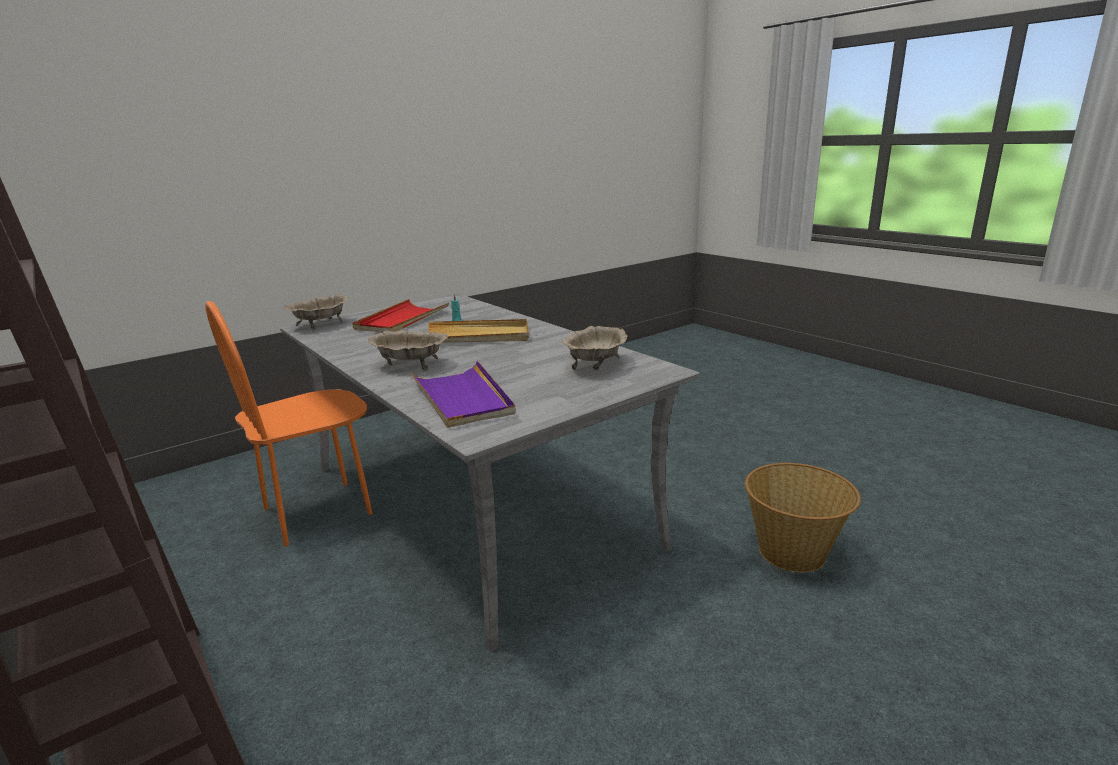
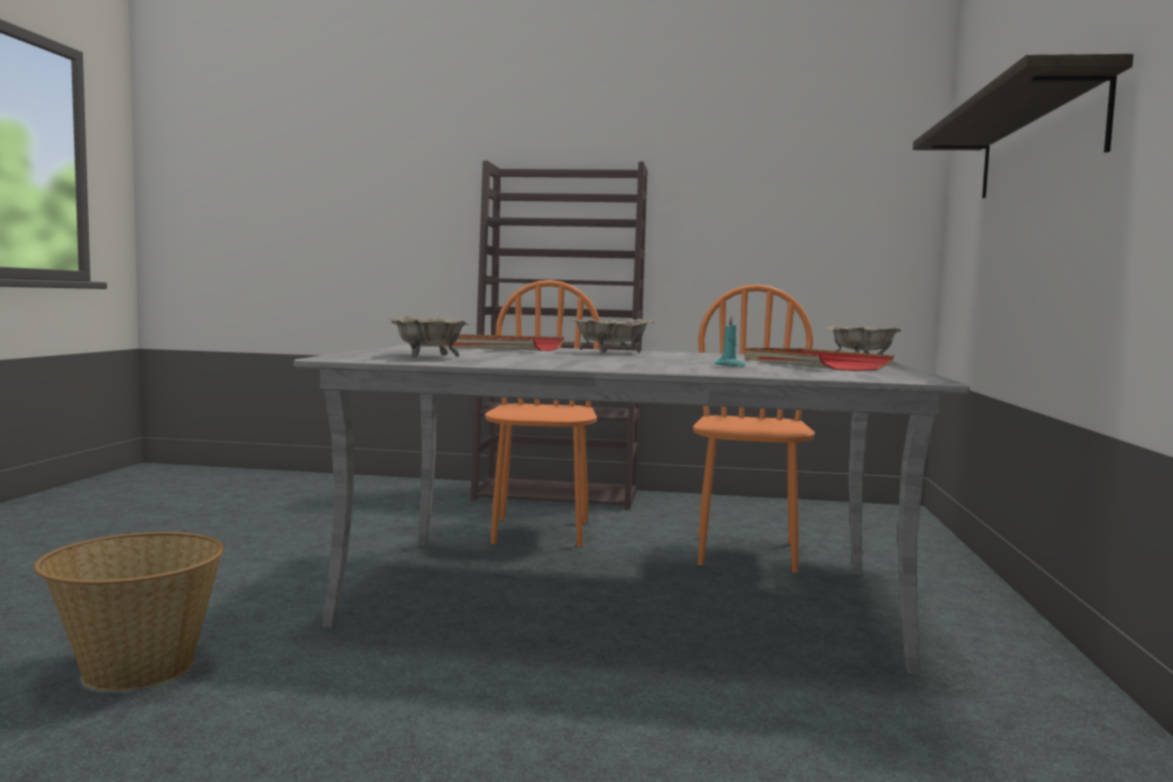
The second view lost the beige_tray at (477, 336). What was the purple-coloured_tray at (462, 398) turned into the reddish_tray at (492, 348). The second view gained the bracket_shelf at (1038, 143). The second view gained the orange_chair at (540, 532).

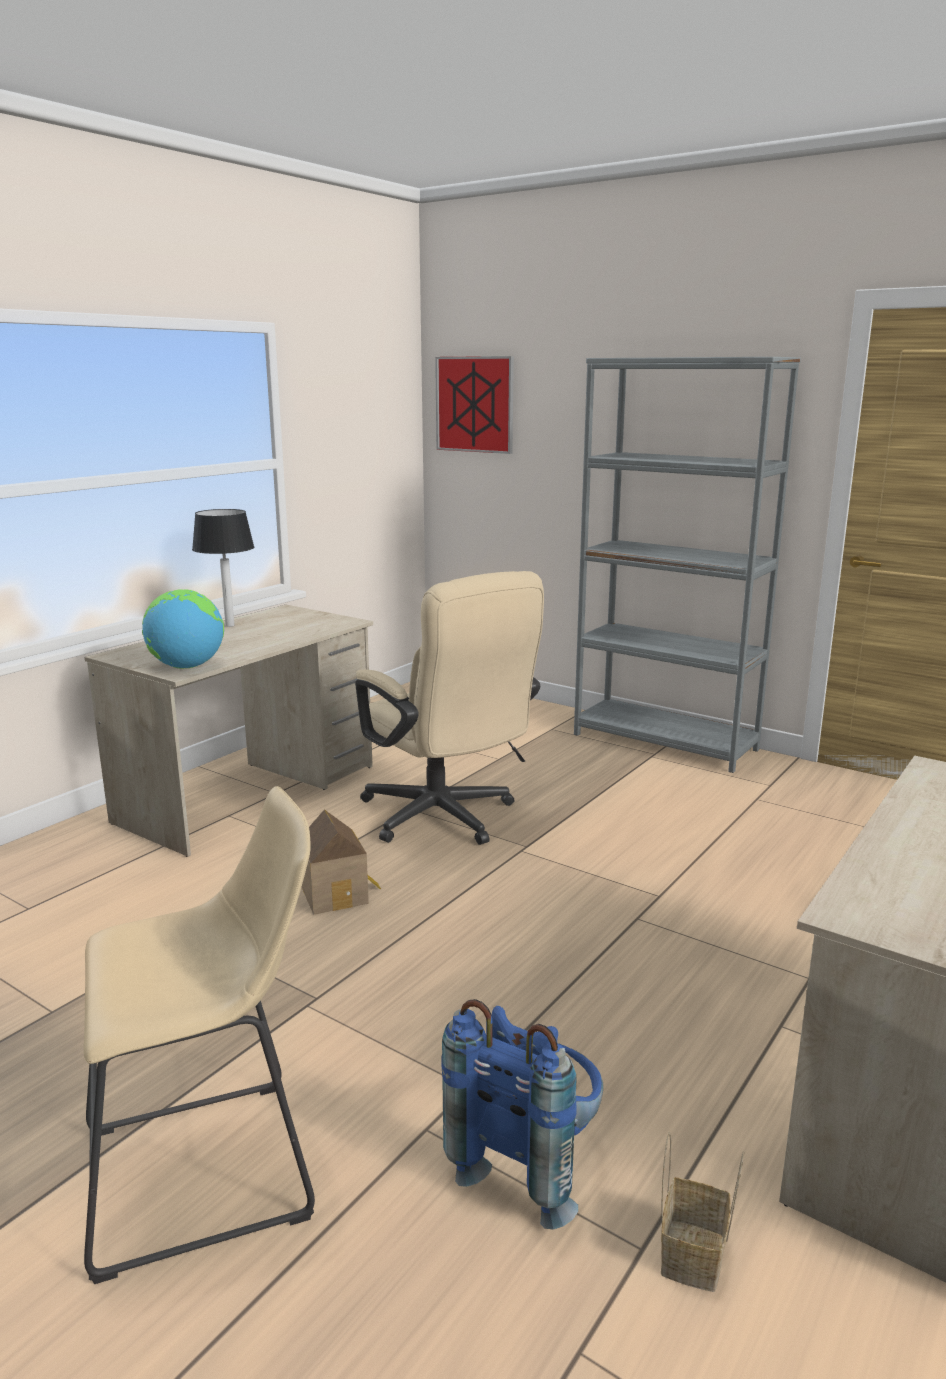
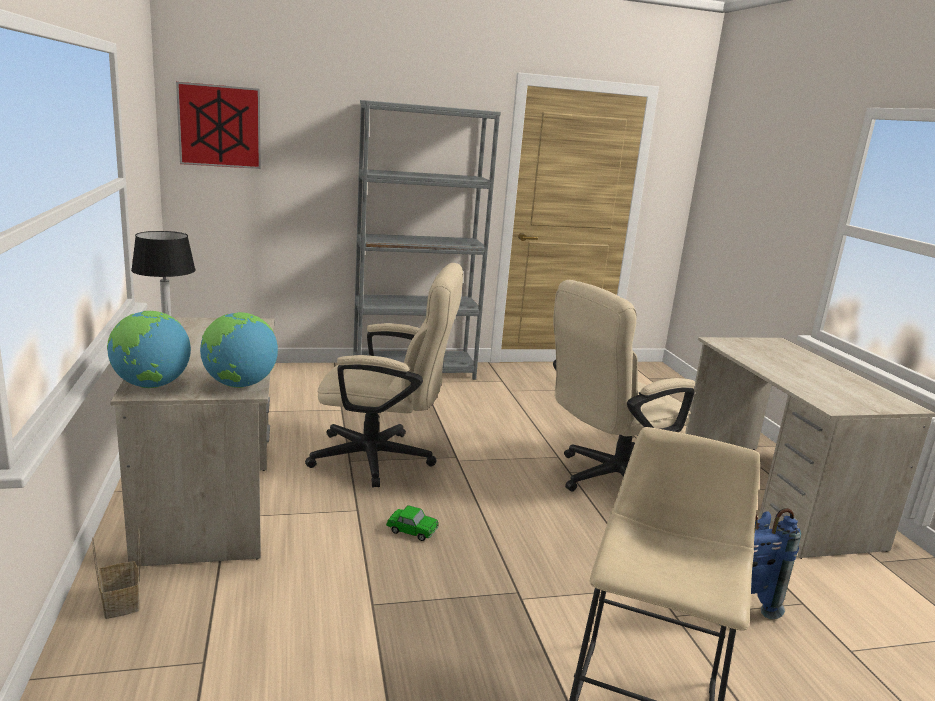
Where the toy_house stood at (338, 894), the model_car came to stand at (412, 531). The household_basket ended up elsewhere, having gone from (693, 1257) to (122, 603). The second view gained the beige_office_chair at (607, 480). The second view gained the globe at (151, 385).

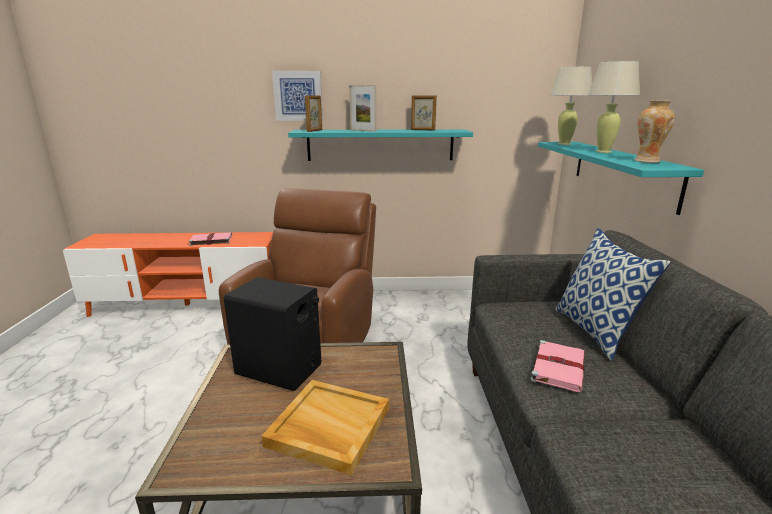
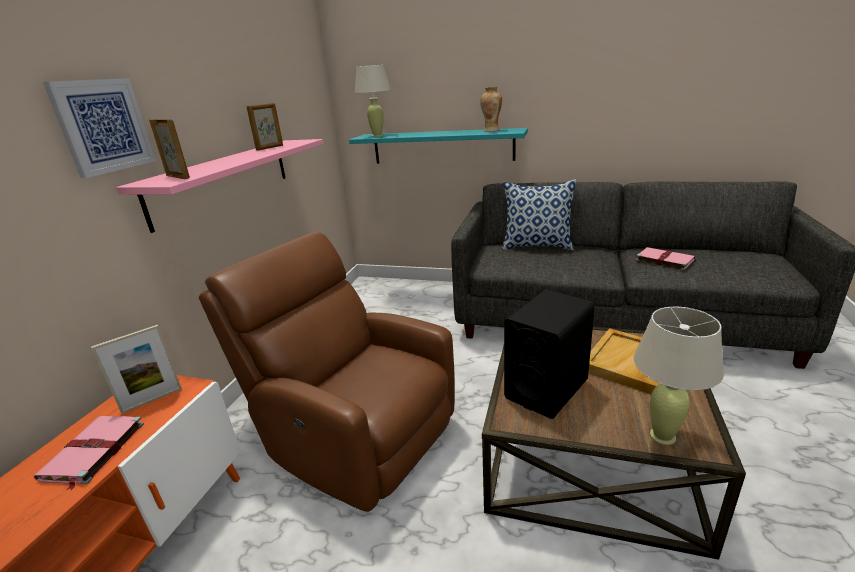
The beige_lamp_for_a_table ended up elsewhere, having gone from (603, 152) to (662, 436). The picture_frame ended up elsewhere, having gone from (363, 130) to (152, 400). What was the blue-green_bracket_shelf at (380, 145) turned into the pink-coloured_bracket_shelf at (224, 179). The pink-coloured_book ended up elsewhere, having gone from (558, 367) to (663, 260).

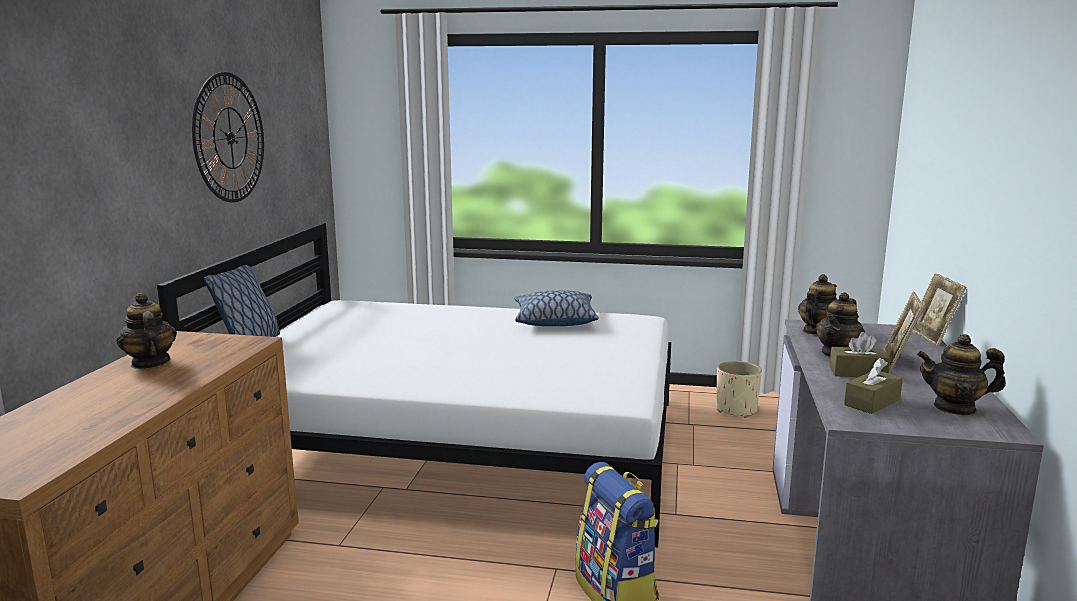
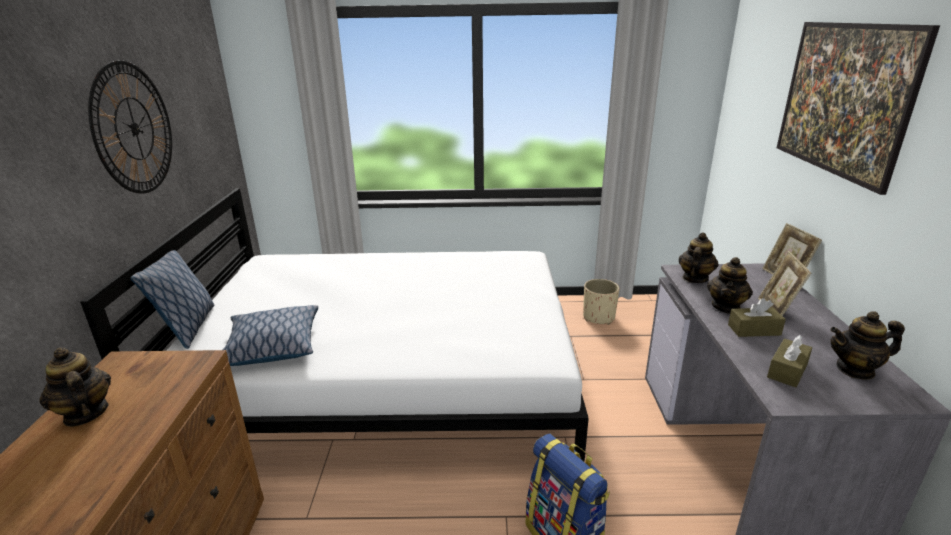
The throw_pillow ended up elsewhere, having gone from (554, 320) to (272, 346). The second view gained the wall_picture at (834, 134).

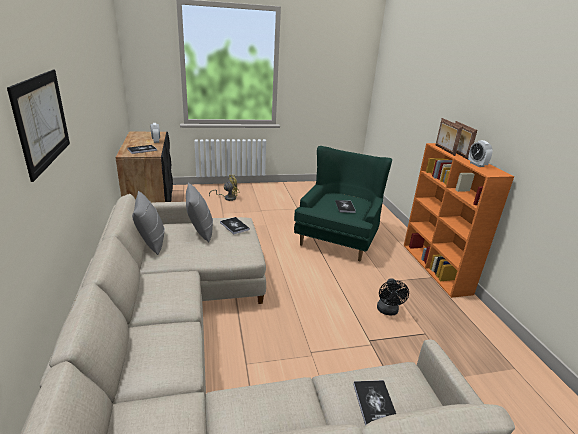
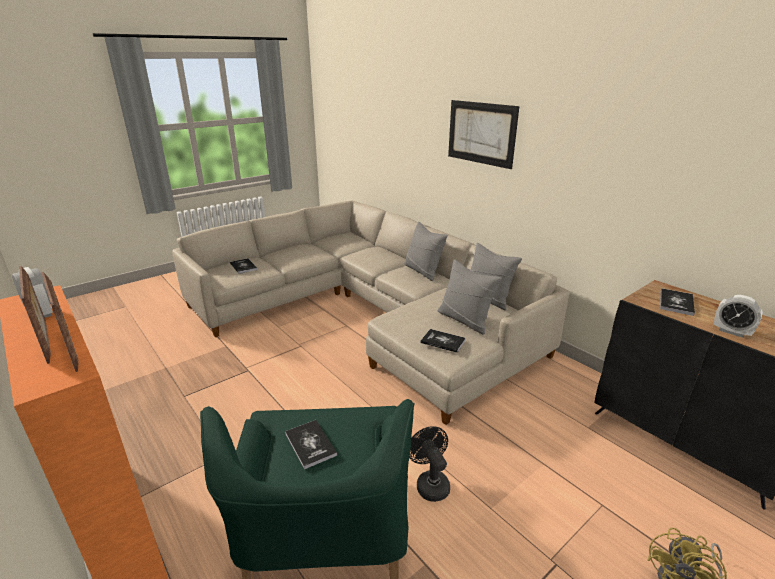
The black-coloured_electric_fan ended up elsewhere, having gone from (388, 311) to (430, 483). The second view gained the gray_throw_pillow at (423, 271).

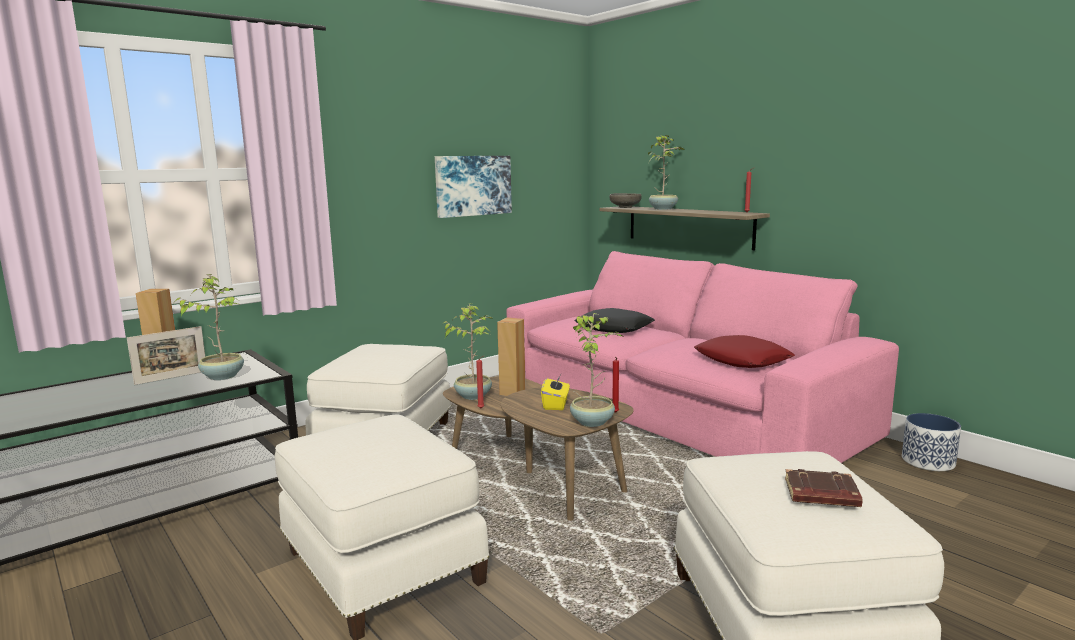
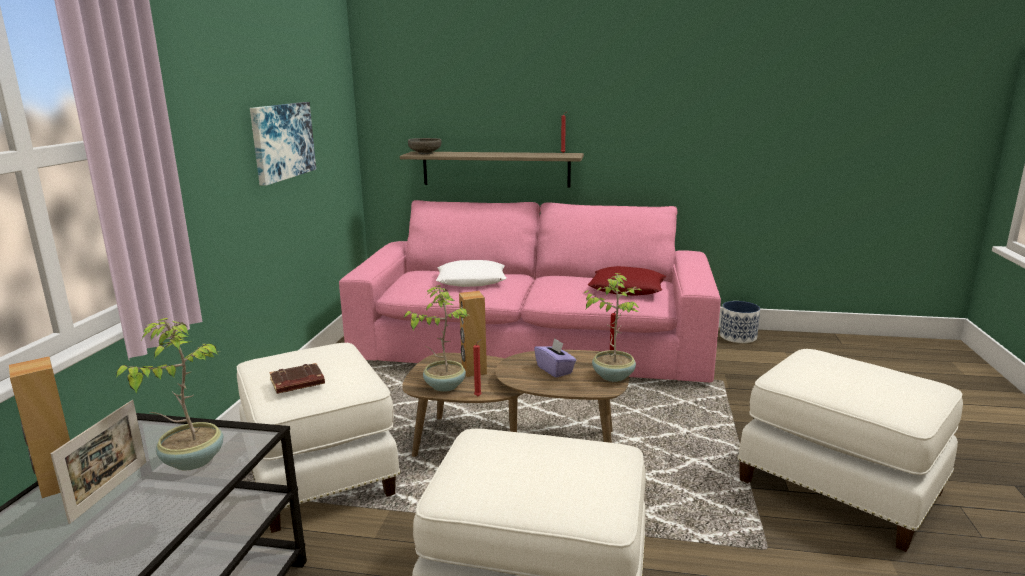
The second view lost the houseplant at (663, 209). What was the black-coloured_throw_pillow at (614, 328) turned into the whitish_throw_pillow at (471, 280). What was the yellowish_tissue_box at (556, 404) turned into the purple-coloured_tissue_box at (555, 370). The brownish_book ended up elsewhere, having gone from (820, 495) to (297, 383).

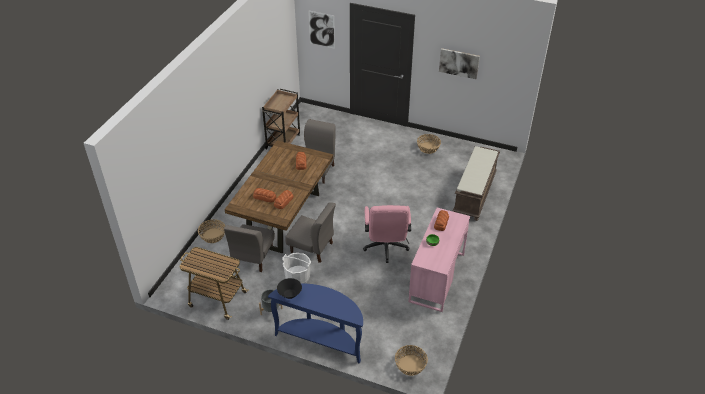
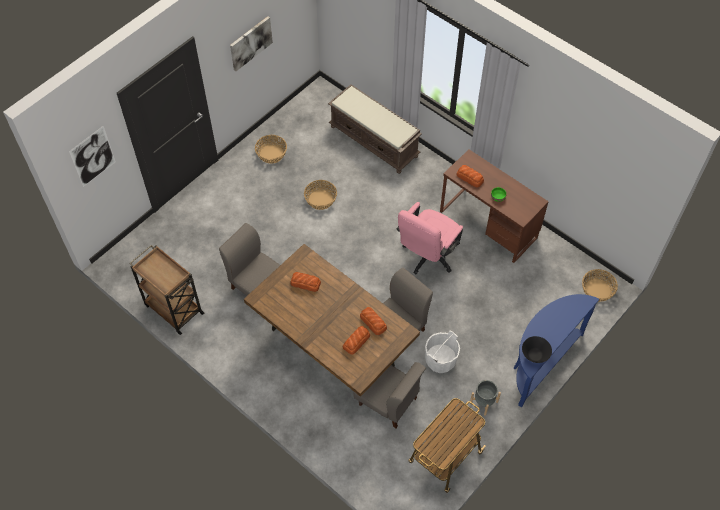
The pink-coloured_office_chair at (386, 248) ended up facing another way, 105 degrees clockwise from before. What was the pink-coloured_desk_table at (436, 277) turned into the brownish_desk_table at (488, 225). The household_basket ended up elsewhere, having gone from (213, 236) to (321, 199).

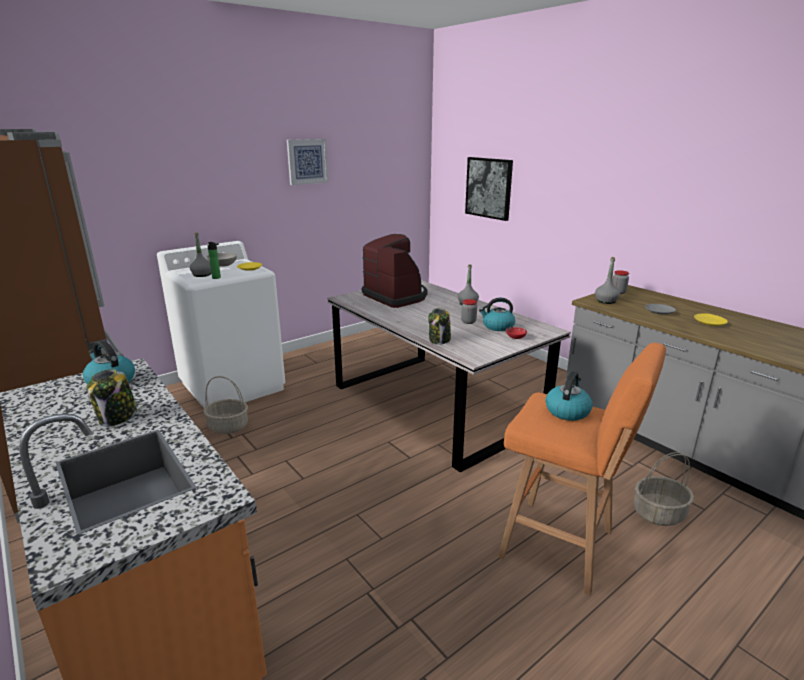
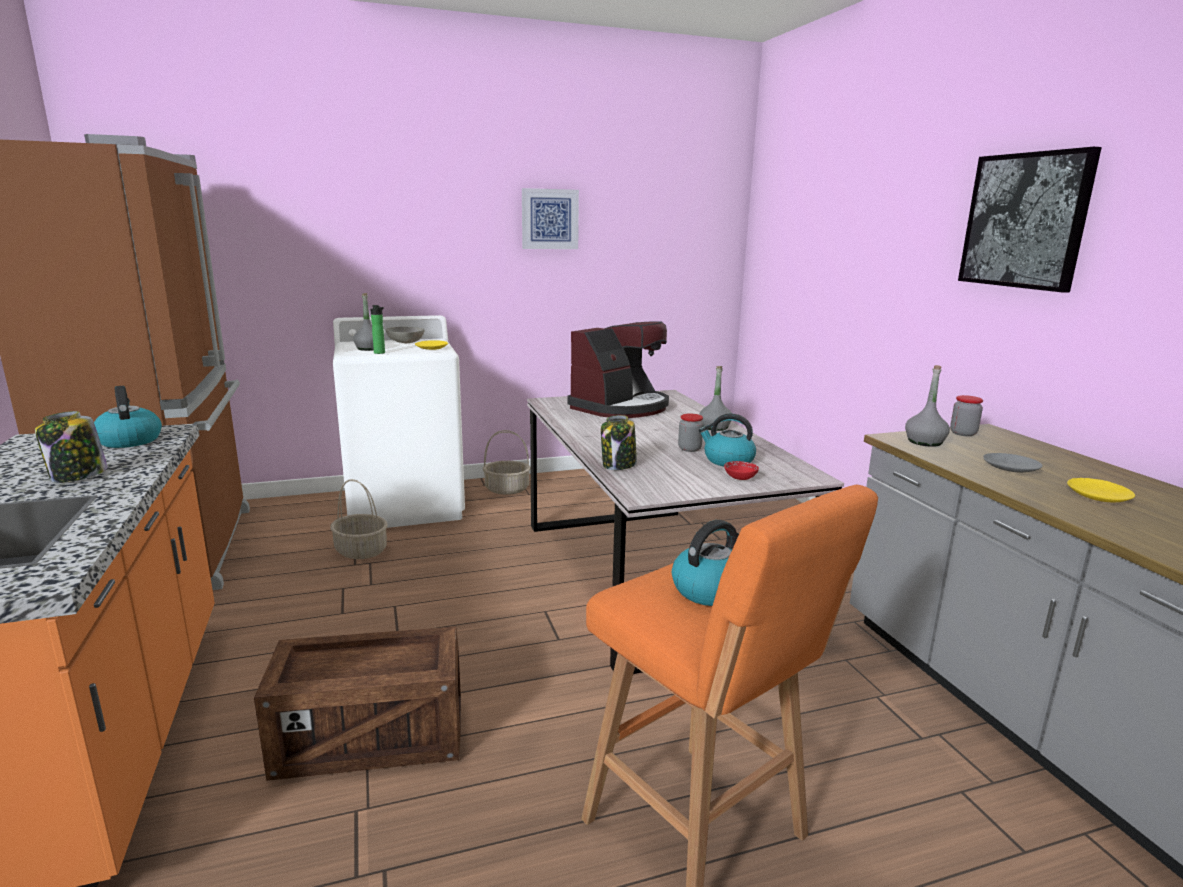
The wall_picture ended up elsewhere, having gone from (489, 188) to (1025, 221). The coffee_machine at (396, 296) ended up facing another way, 60 degrees clockwise from before. The household_basket ended up elsewhere, having gone from (658, 513) to (507, 489). The second view gained the packing_crate at (370, 738).

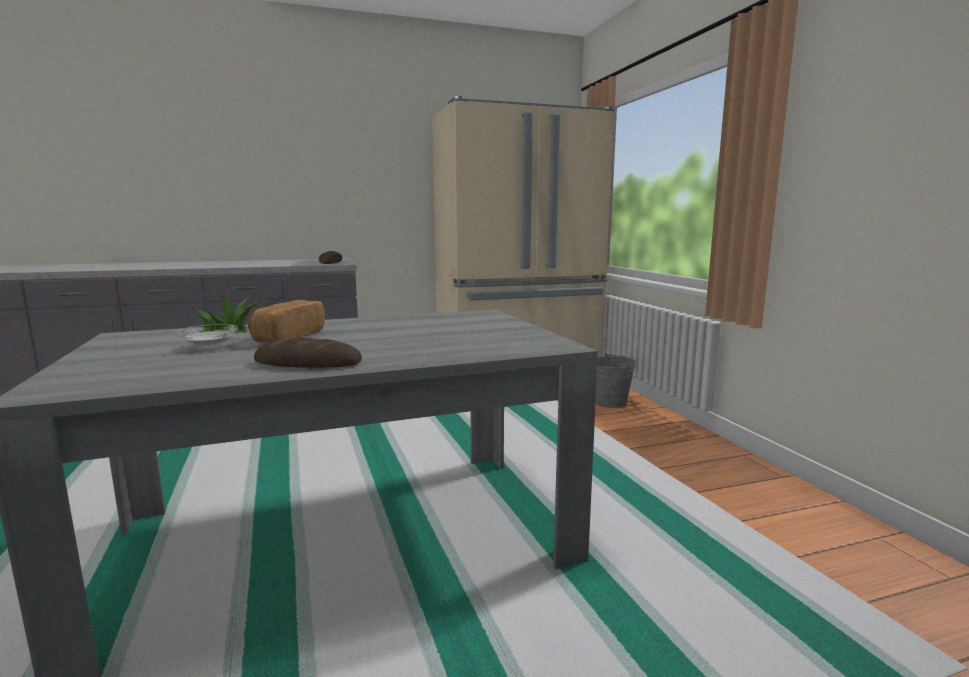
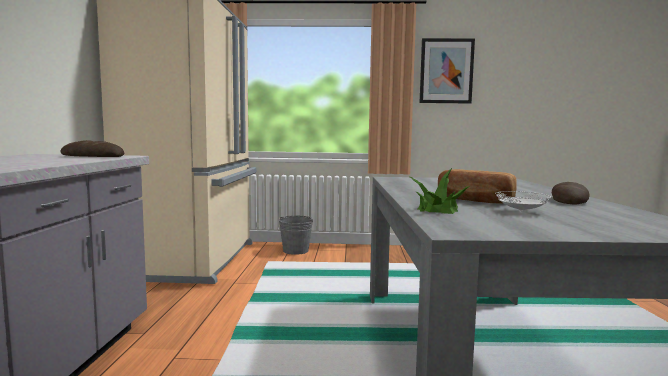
The second view gained the wall_picture at (446, 71).

